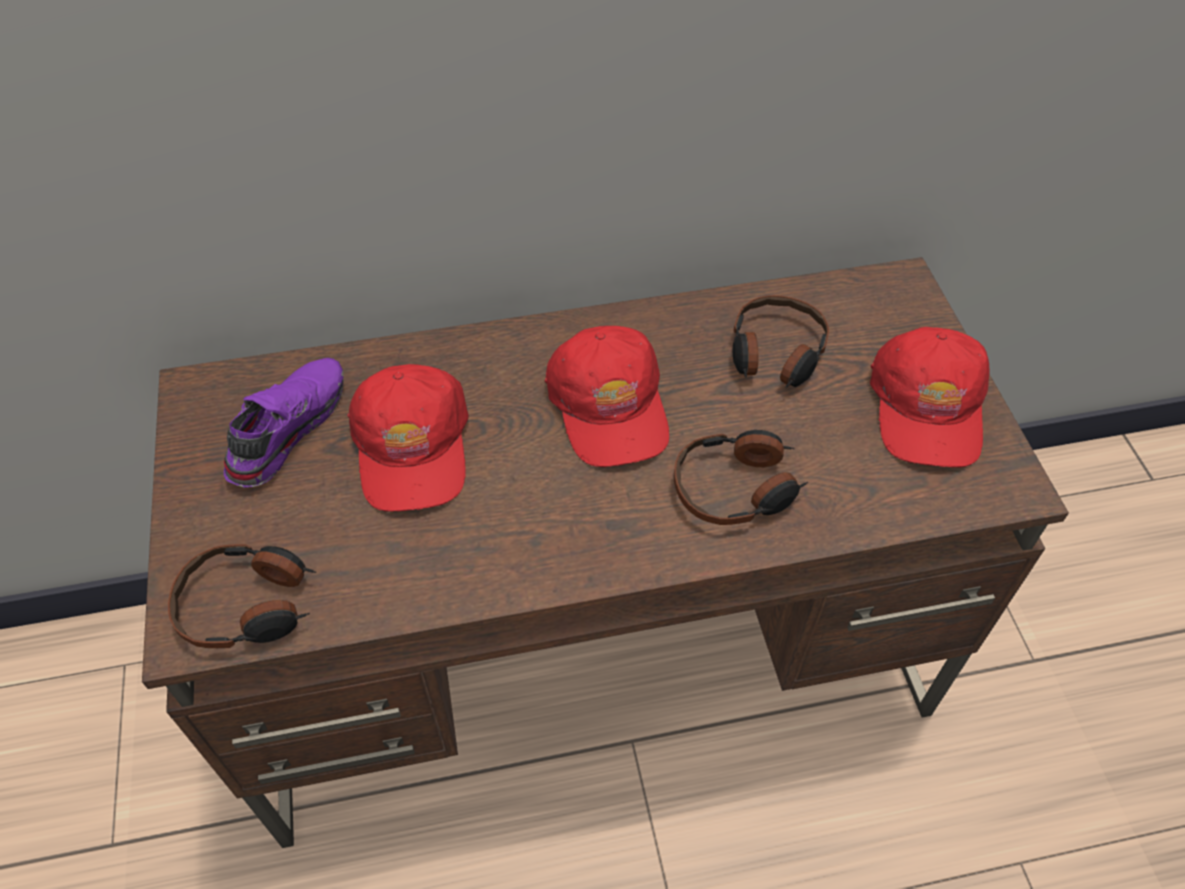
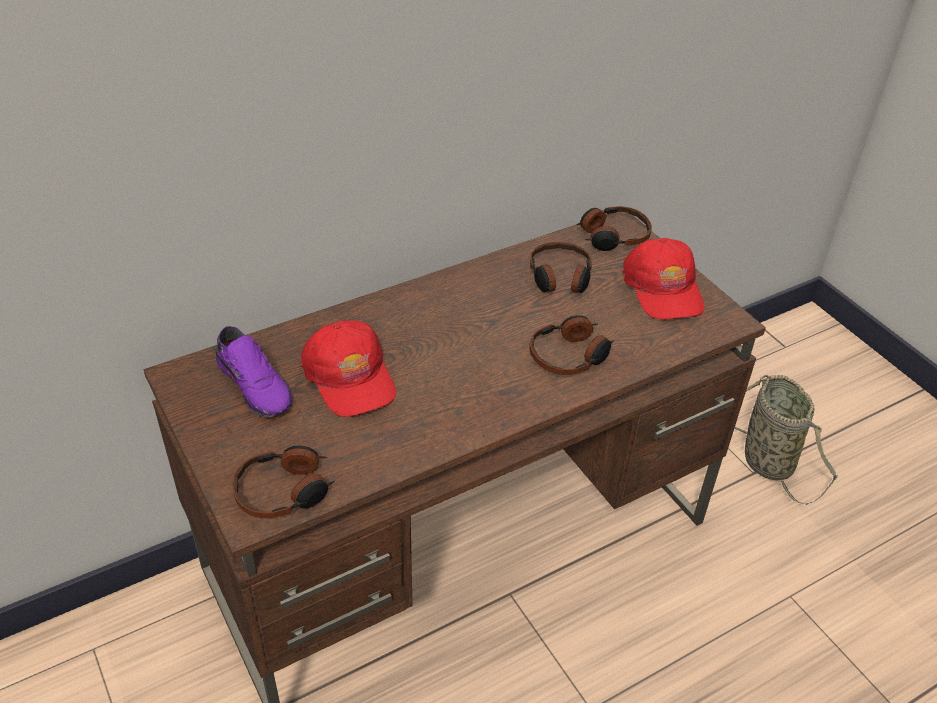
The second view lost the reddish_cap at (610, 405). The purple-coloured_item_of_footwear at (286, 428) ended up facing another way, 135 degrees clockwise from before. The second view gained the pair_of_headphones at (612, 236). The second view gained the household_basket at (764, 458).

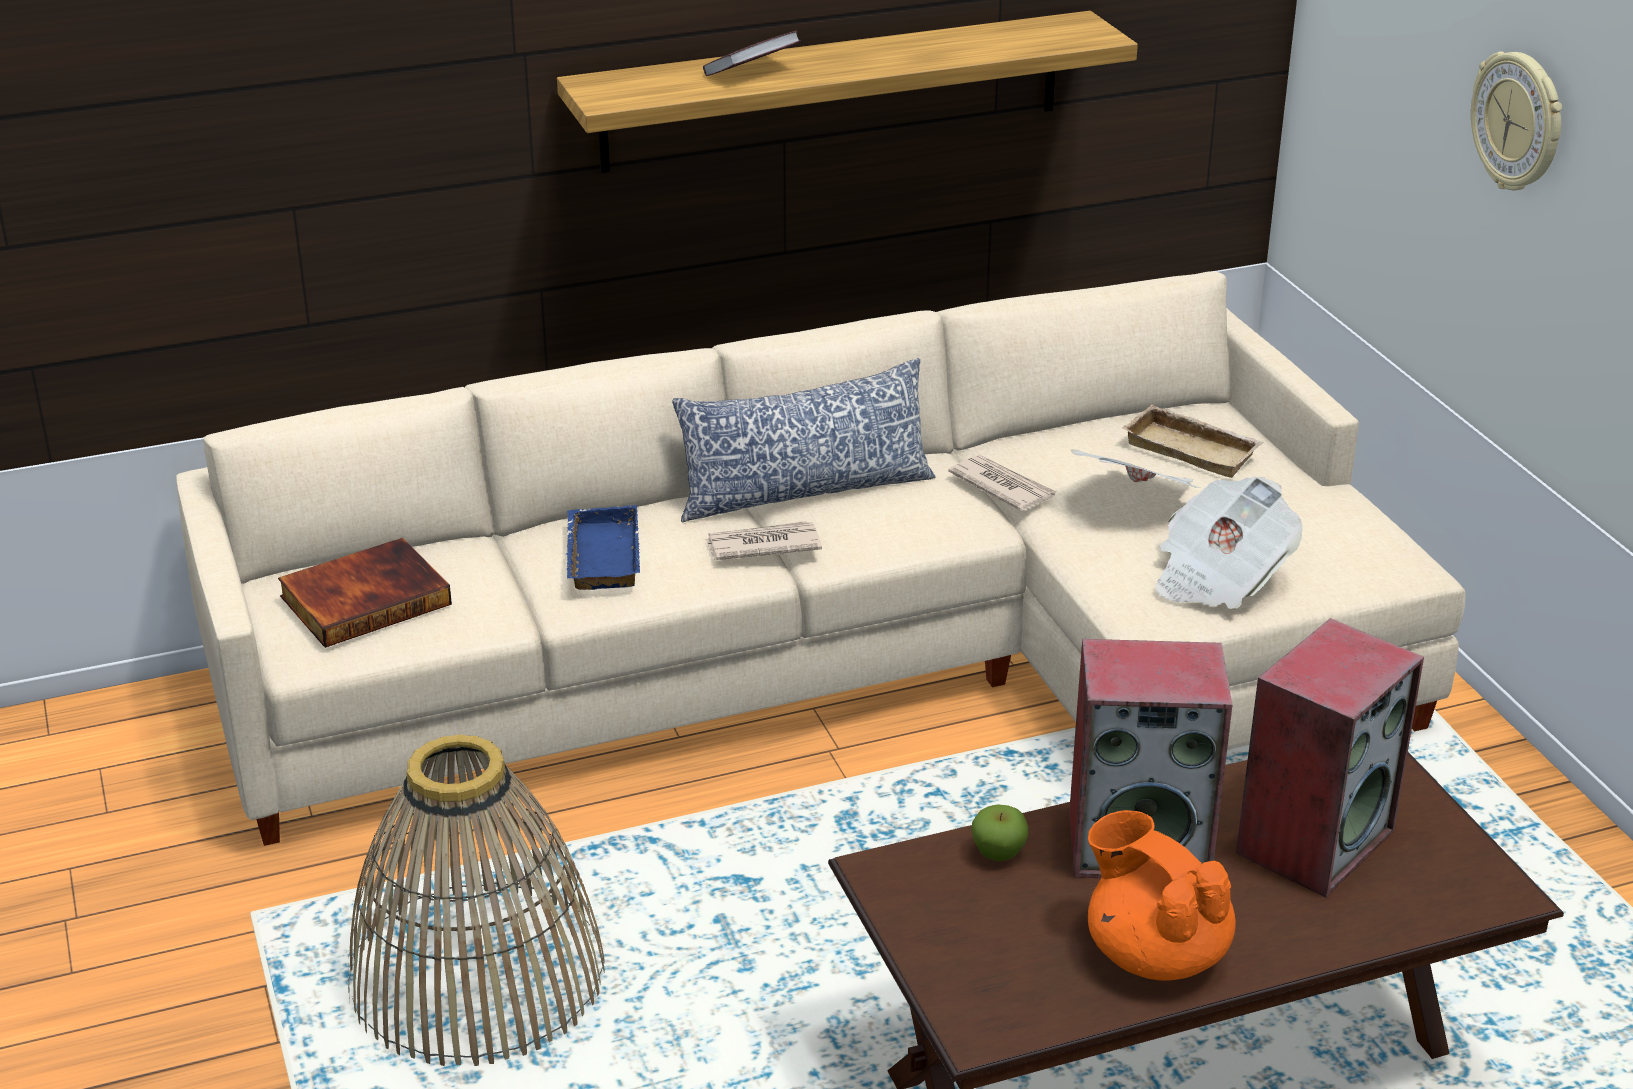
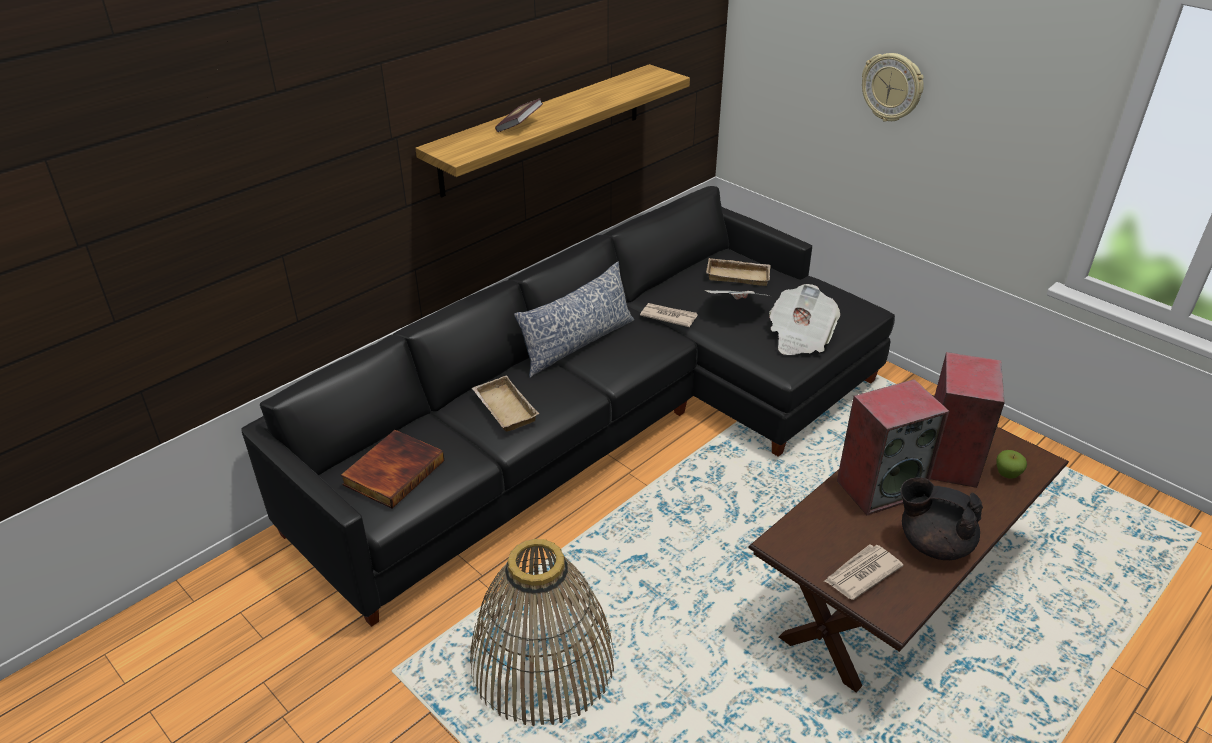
What was the beige_couch at (857, 660) turned into the black-coloured_couch at (608, 420). What was the blue_tray at (599, 555) turned into the beige_tray at (503, 408). The newspaper ended up elsewhere, having gone from (762, 545) to (861, 574). The apple ended up elsewhere, having gone from (998, 854) to (1007, 474). What was the orange_teapot at (1154, 953) turned into the black-coloured_teapot at (933, 543).

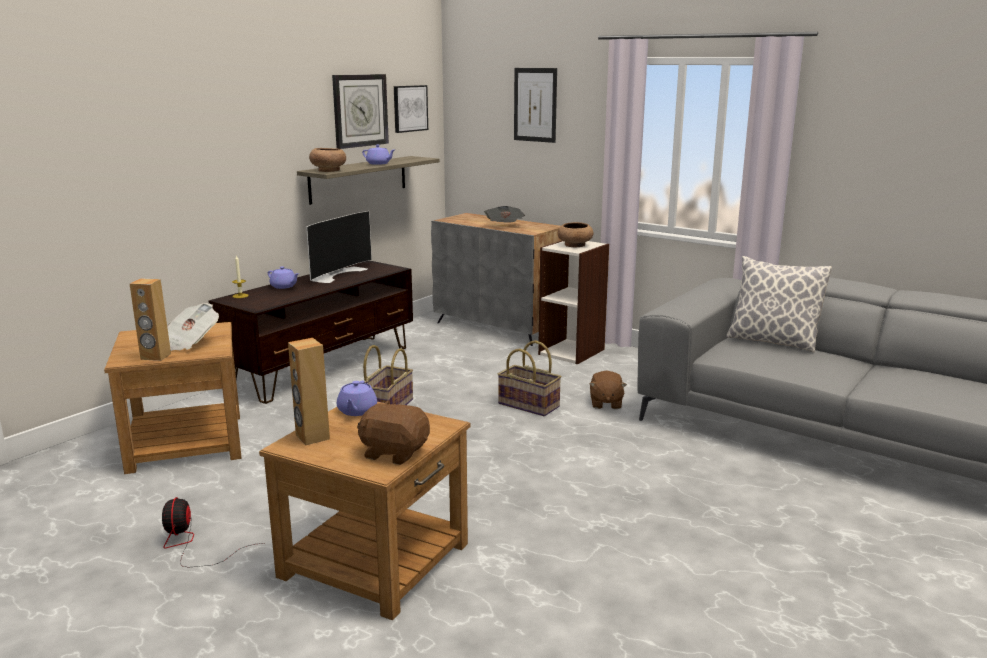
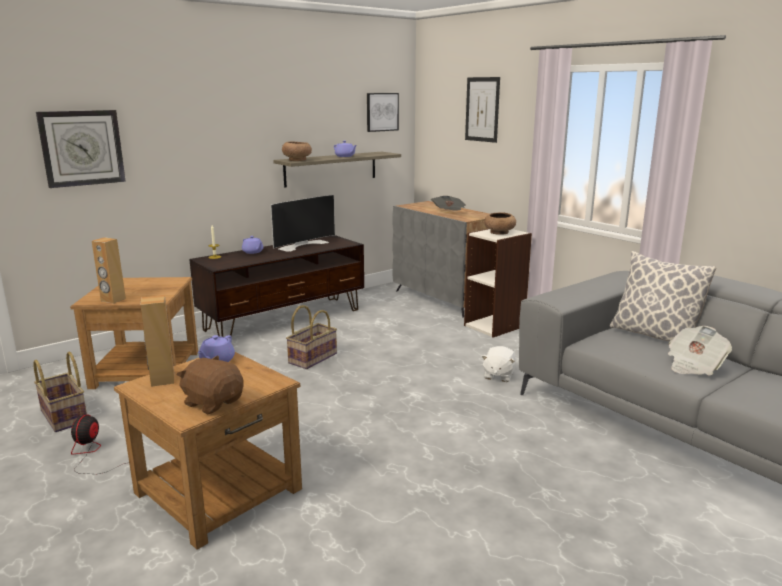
The clock_on_the_wall ended up elsewhere, having gone from (360, 110) to (82, 148). The newspaper ended up elsewhere, having gone from (189, 343) to (694, 365). The household_basket ended up elsewhere, having gone from (529, 405) to (65, 416). What was the brownish_soft_toy at (605, 403) turned into the whitish_soft_toy at (498, 375).

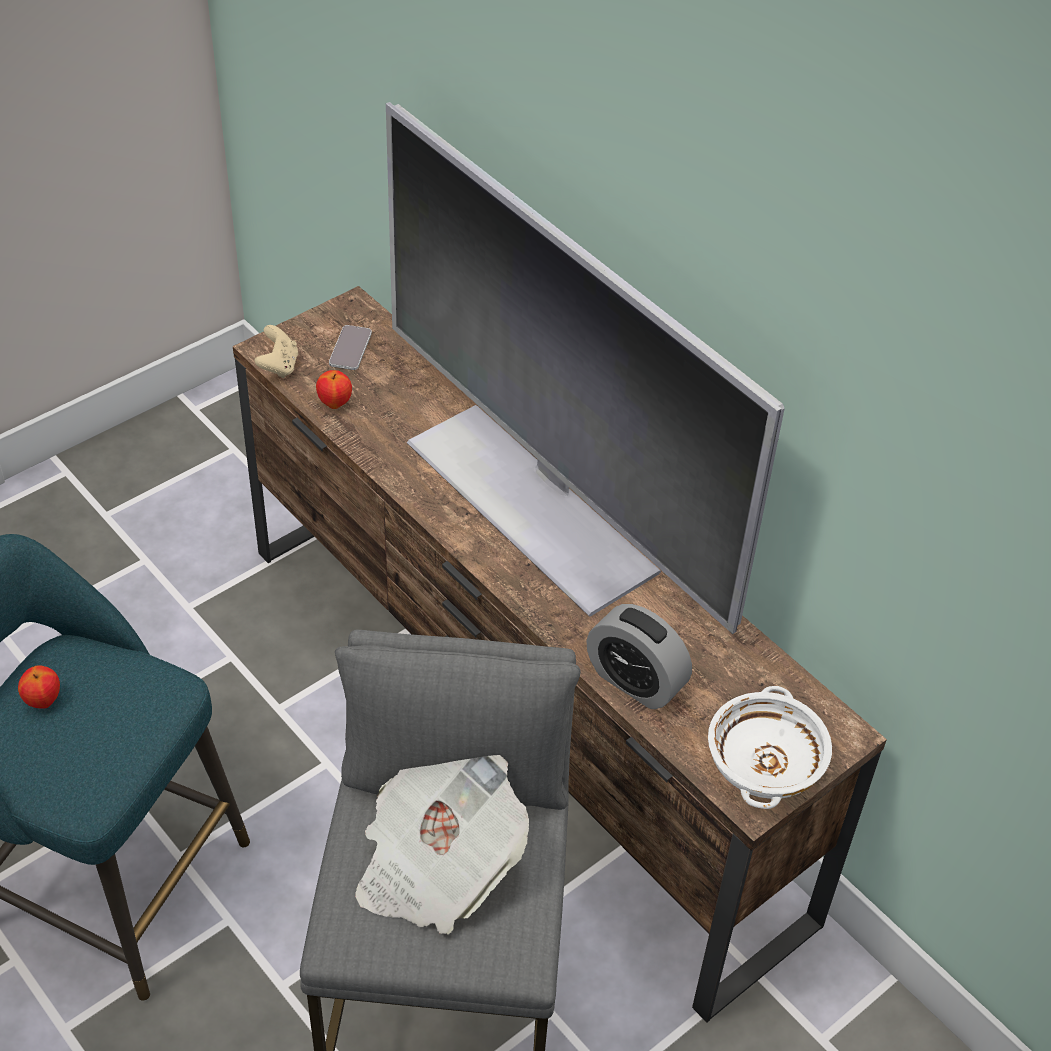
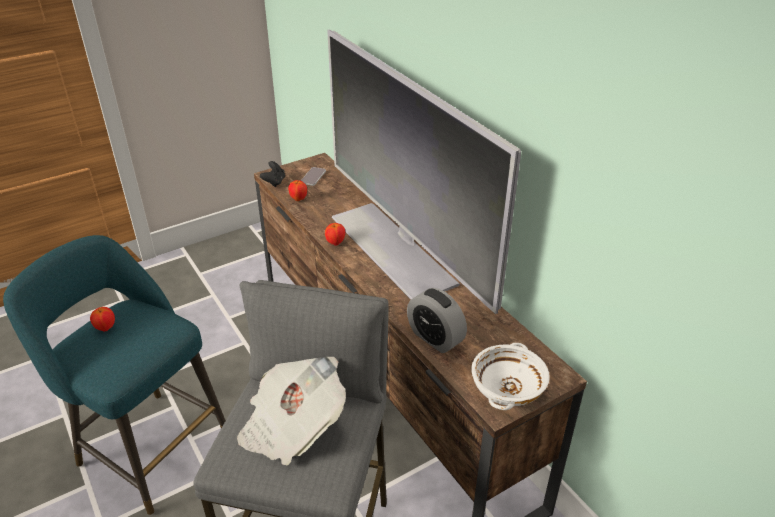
What was the beige_game_controller at (279, 366) turned into the black-coloured_game_controller at (274, 182). The second view gained the apple at (335, 243).

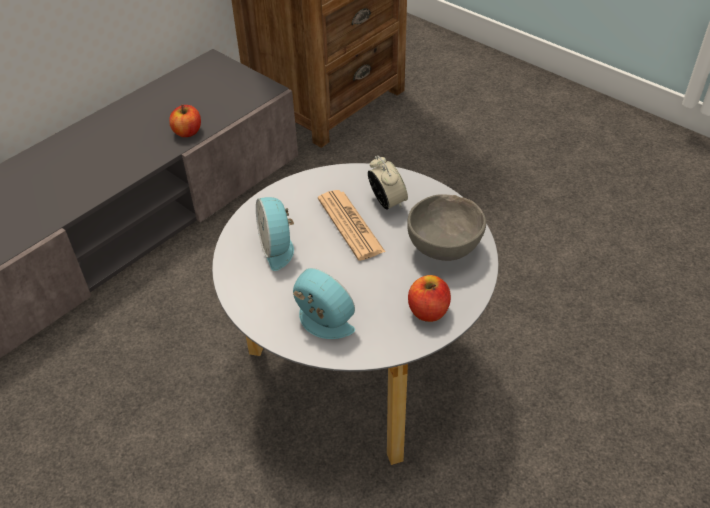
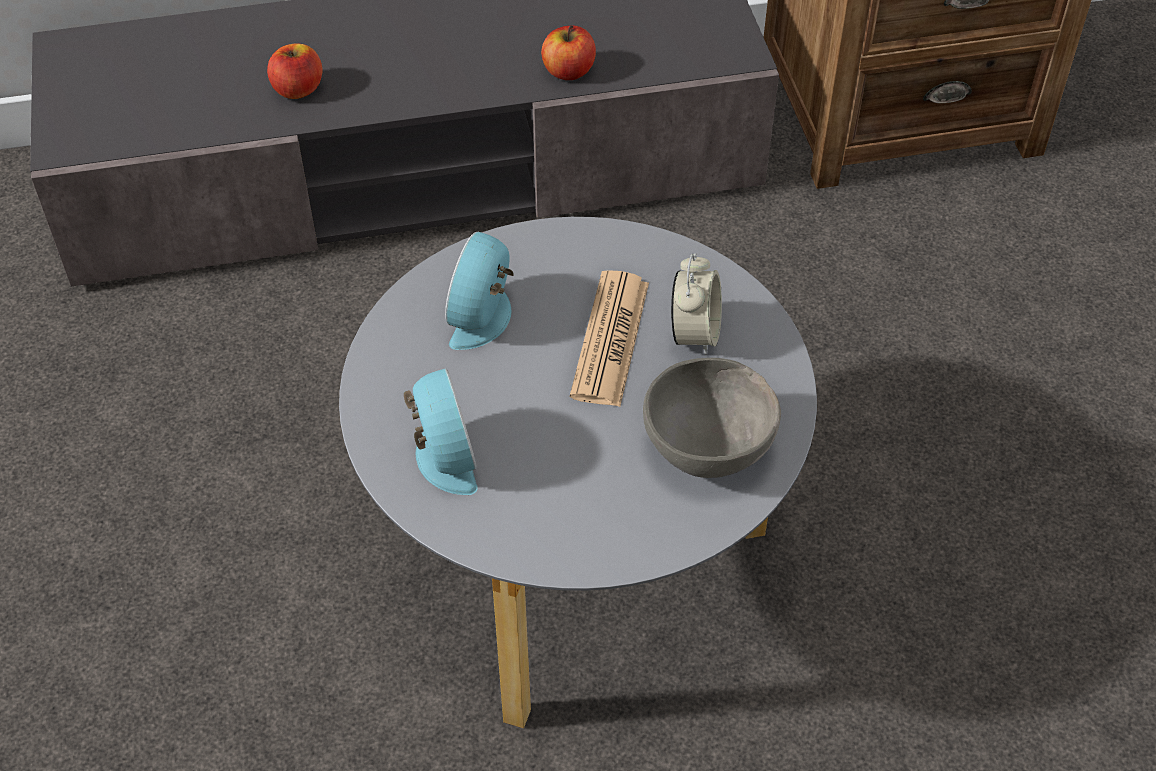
The apple ended up elsewhere, having gone from (428, 311) to (298, 89).

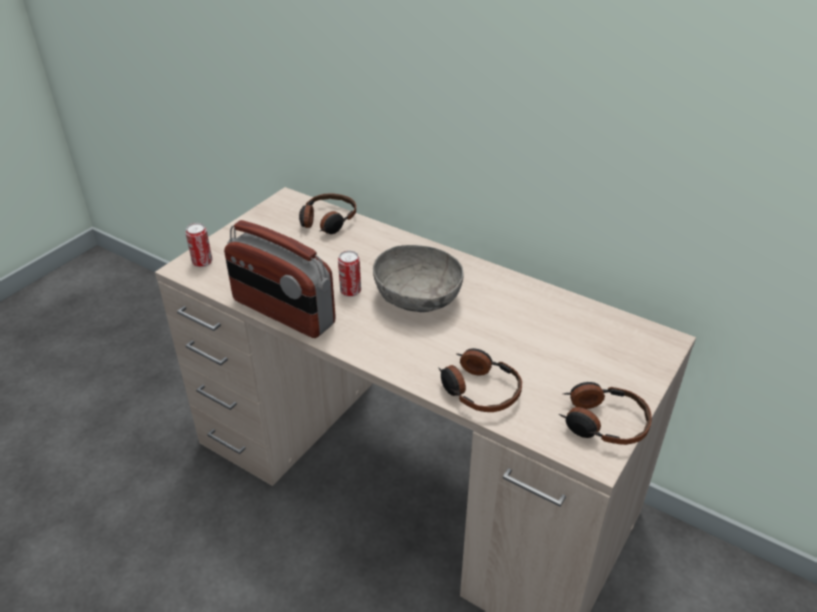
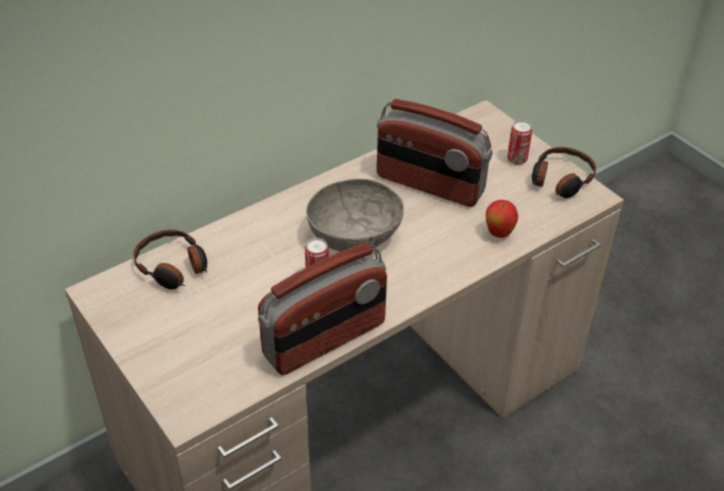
The metal_can ended up elsewhere, having gone from (202, 262) to (517, 159). Where the pair_of_headphones stood at (478, 390), the apple came to stand at (499, 234). The second view gained the radio at (429, 185).

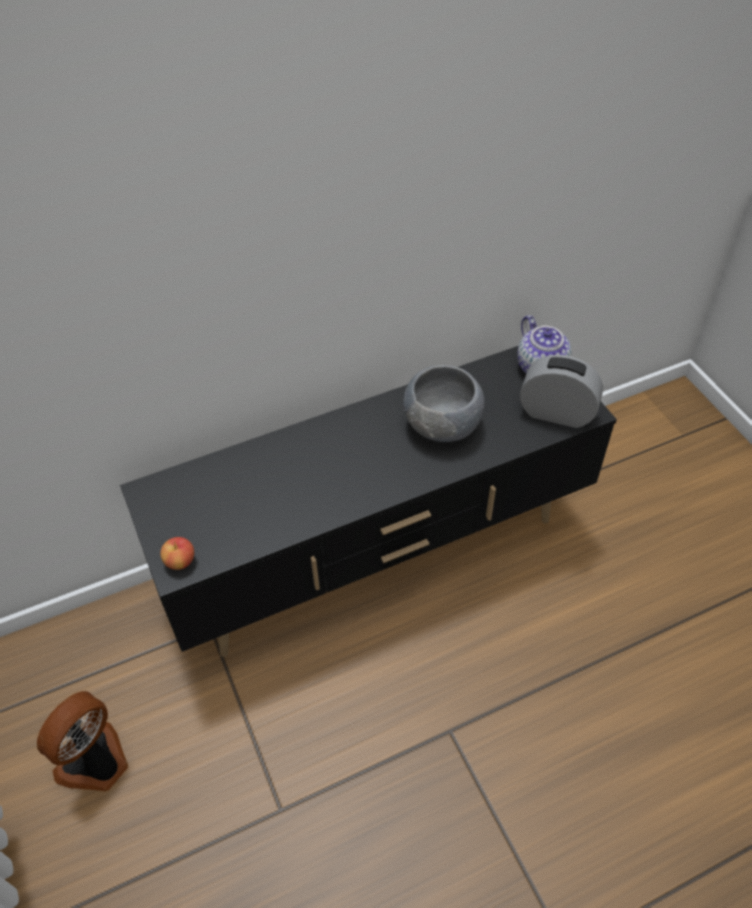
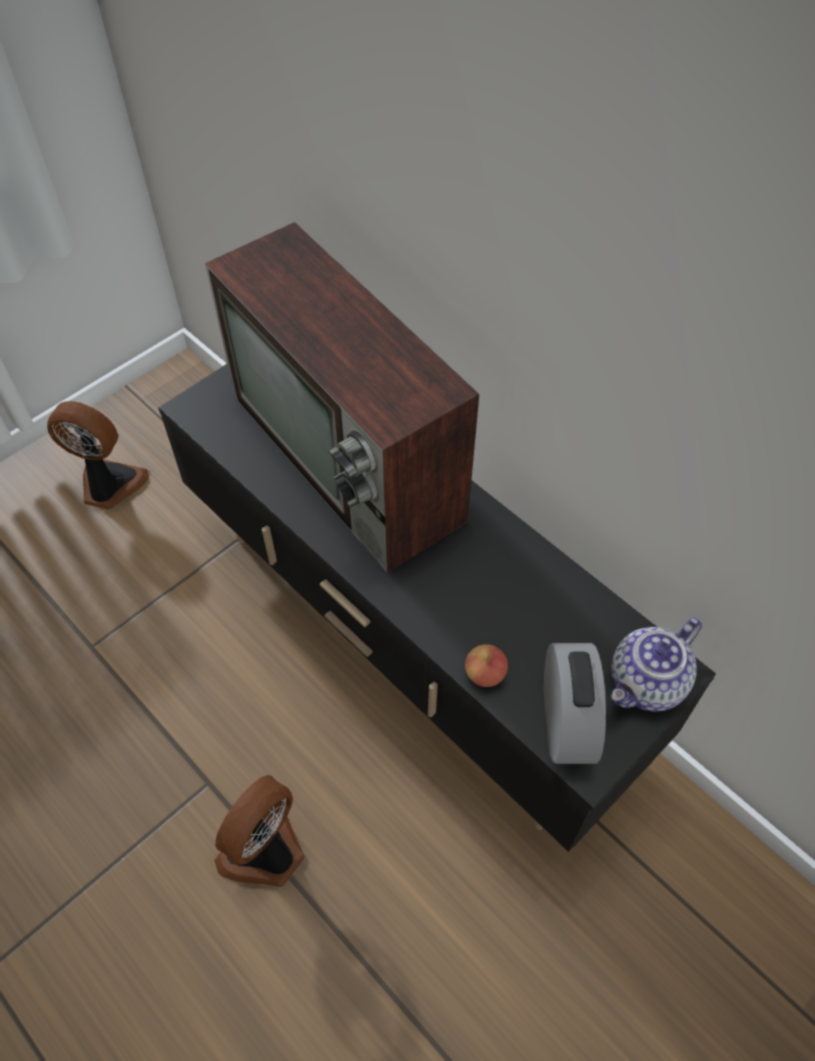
The second view lost the gray_serving_bowl at (442, 424). The apple ended up elsewhere, having gone from (180, 561) to (485, 674). The second view gained the TV at (350, 460). The second view gained the electric_fan at (266, 851).

